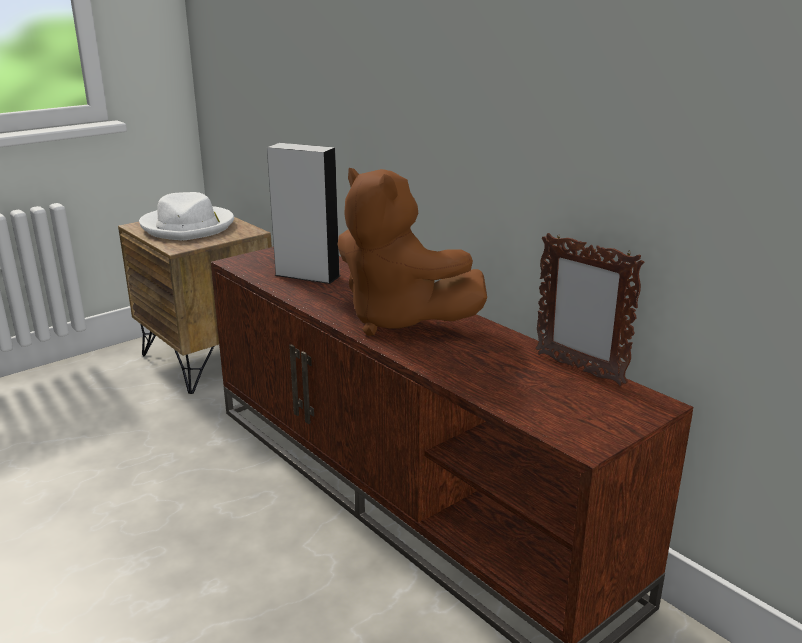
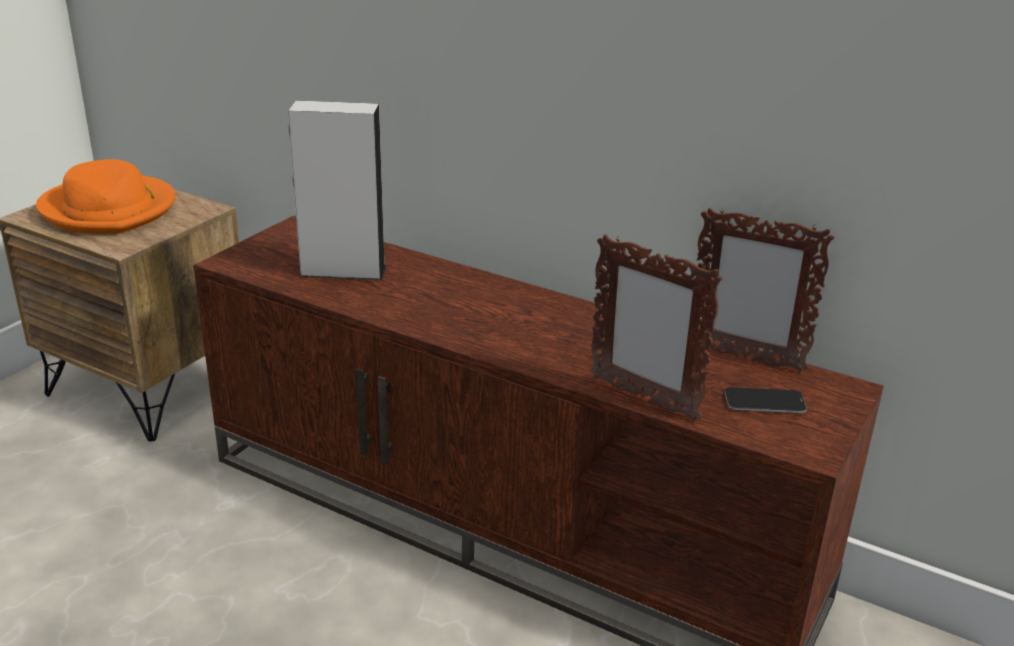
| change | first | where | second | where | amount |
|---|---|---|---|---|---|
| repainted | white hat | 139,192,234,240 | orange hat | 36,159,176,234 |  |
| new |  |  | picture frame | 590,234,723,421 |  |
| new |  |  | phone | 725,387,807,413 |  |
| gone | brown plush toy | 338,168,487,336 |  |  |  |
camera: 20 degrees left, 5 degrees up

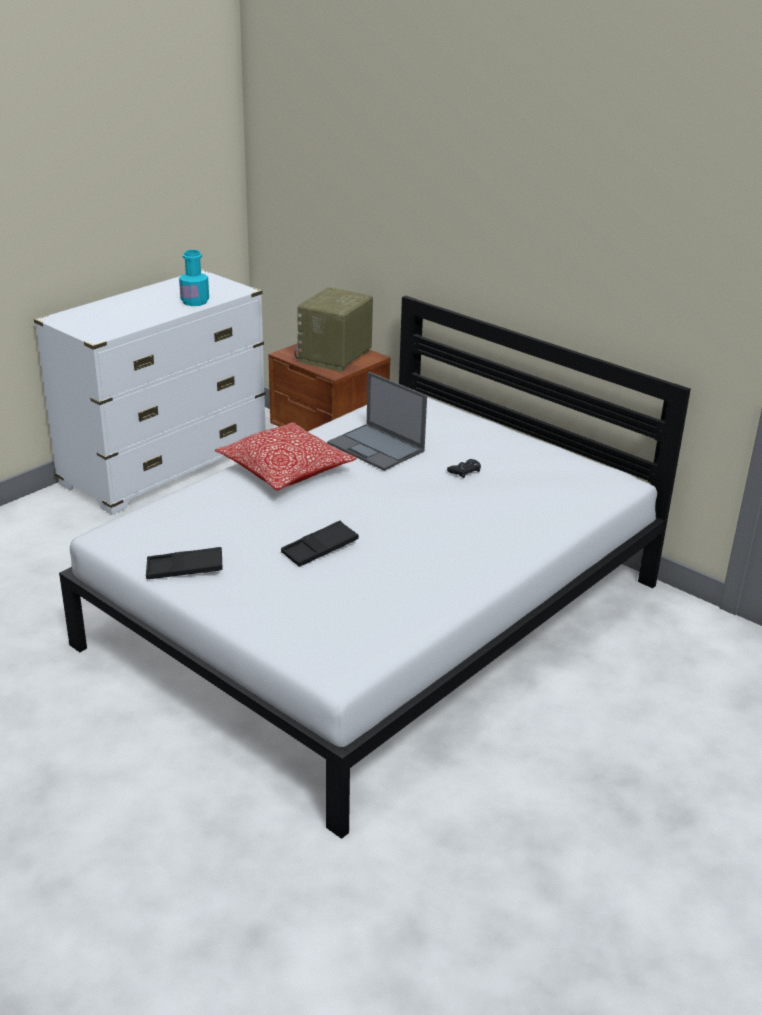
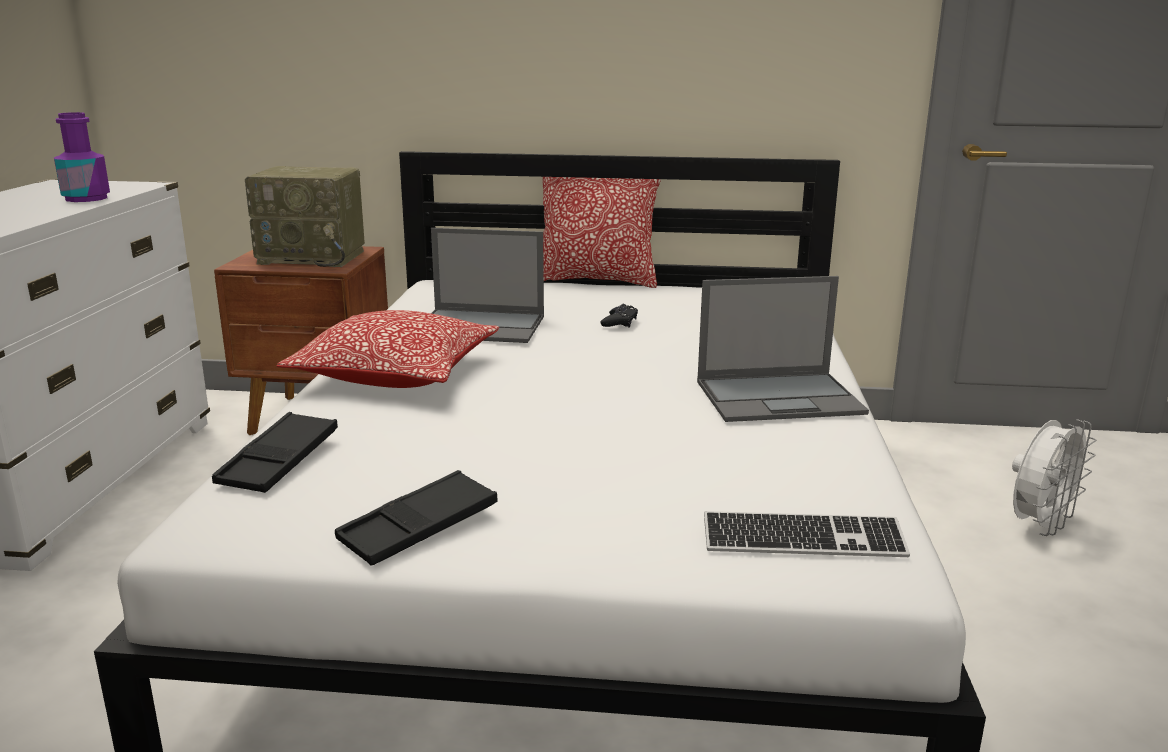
| change | first | where | second | where | amount |
|---|---|---|---|---|---|
| repainted | turquoise bottle | 179,250,209,306 | purple bottle | 54,112,110,202 |  |
| shifted | black tray | 281,521,359,567 |  | 212,412,338,493 |  |
| rotated | radio | 294,287,373,372 |  | 245,166,365,267 | 75 degrees counterclockwise |
| new |  |  | pillow | 542,177,661,288 |  |
| new |  |  | laptop | 697,276,869,422 |  |
| new |  |  | keyboard | 704,511,910,557 |  |
| new |  |  | white fan | 1012,419,1096,536 |  |
camera: 35 degrees left, 10 degrees down

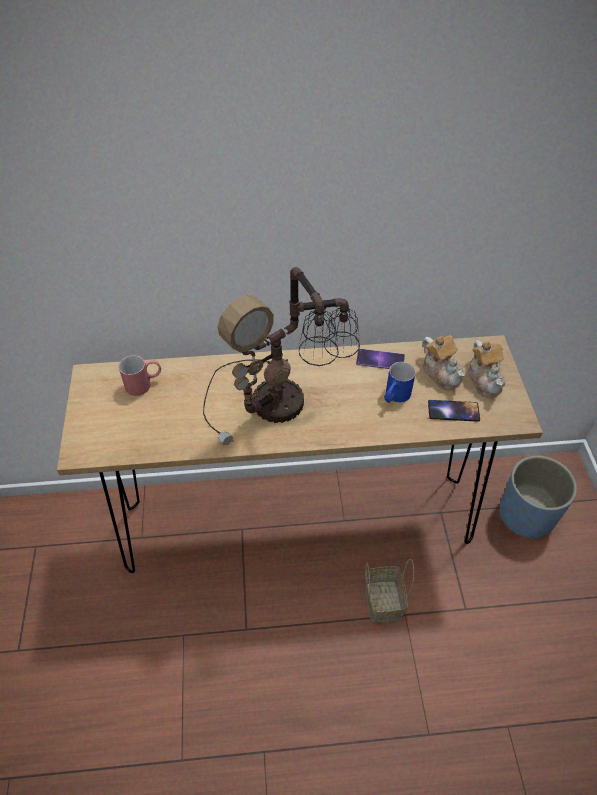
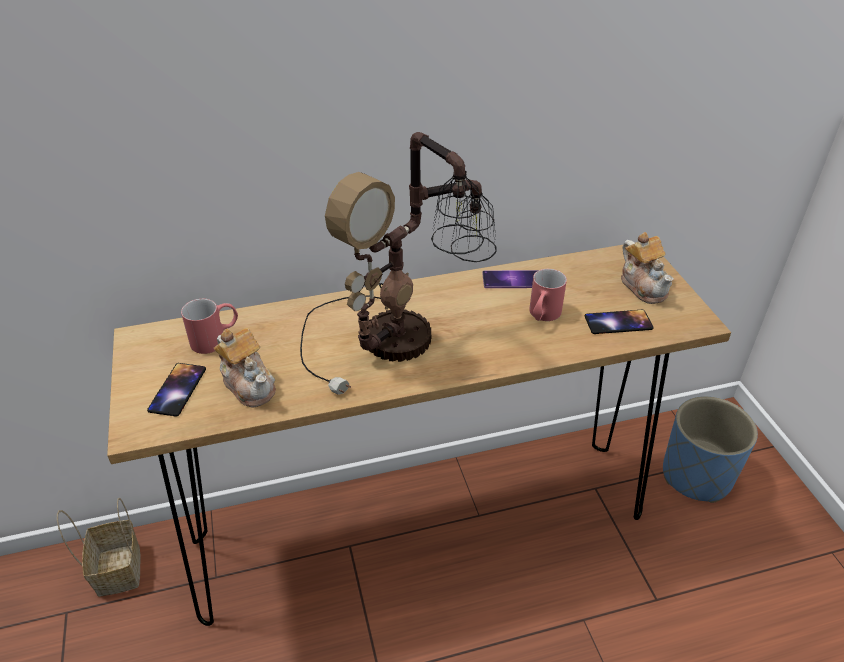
| change | first | where | second | where | amount |
|---|---|---|---|---|---|
| shifted | basket | 365,558,414,623 |  | 57,498,141,597 |  |
| new |  |  | phone | 147,363,206,417 |  |
| shifted | teapot | 423,335,466,390 |  | 214,328,276,408 |  |
| repainted | blue mug | 384,362,416,403 | red mug | 529,269,567,321 |  |
camera: 10 degrees left, 10 degrees down

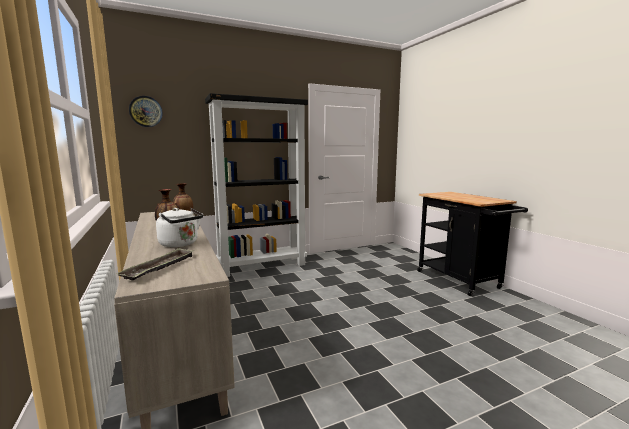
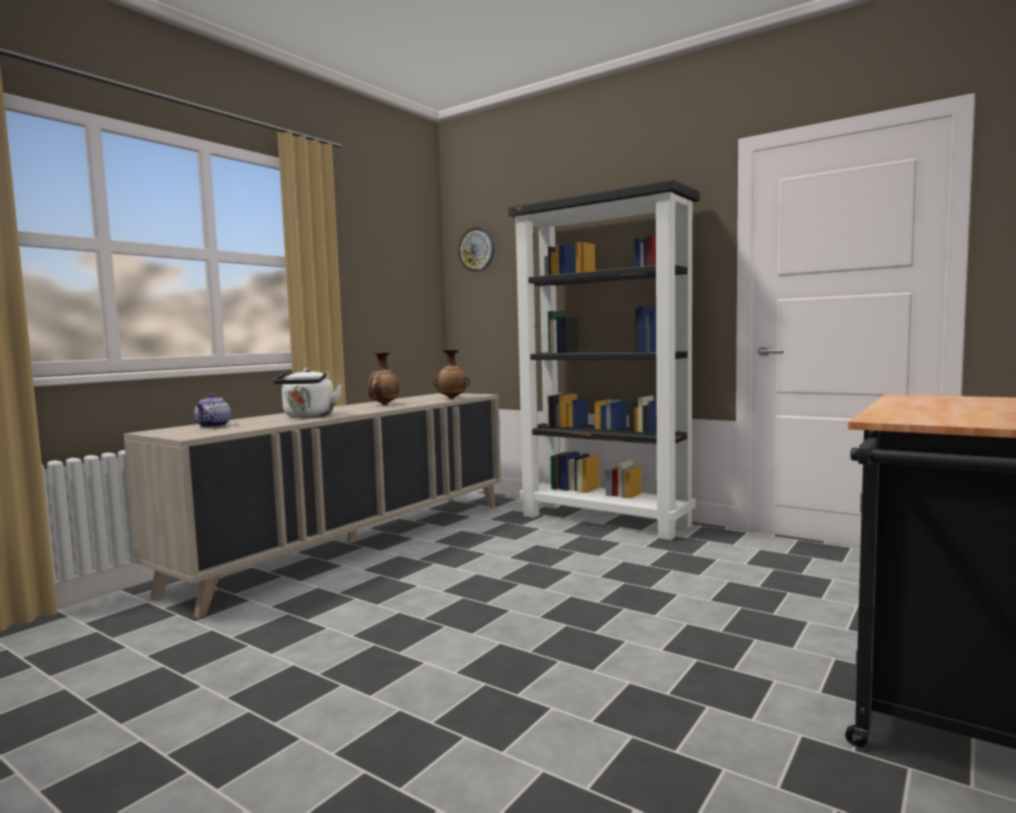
| change | first | where | second | where | amount |
|---|---|---|---|---|---|
| swapped | tray | 116,248,194,281 | teapot | 194,393,231,428 |  |
camera: 60 degrees right, 5 degrees down

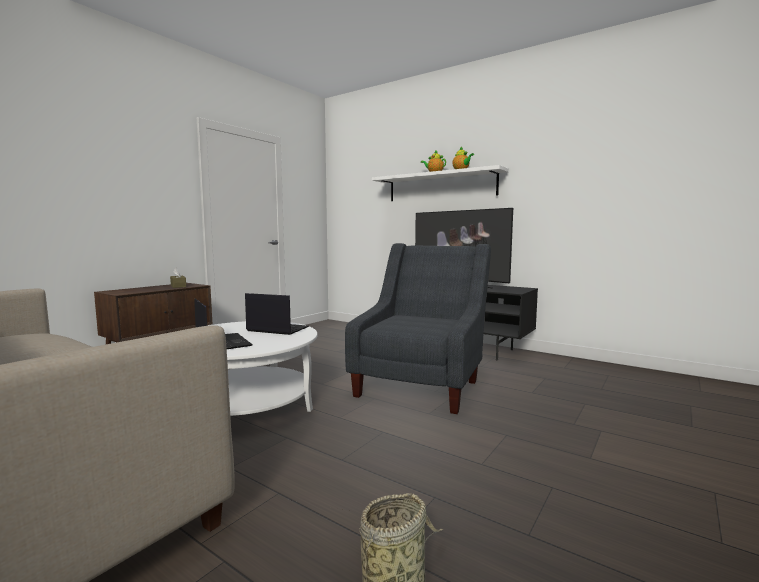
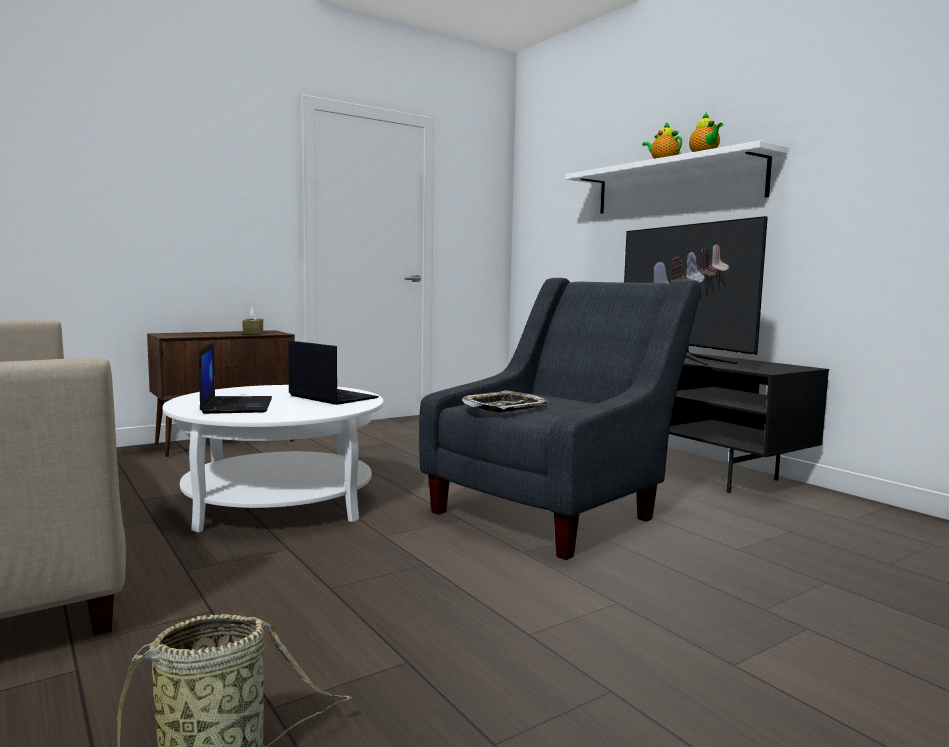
| change | first | where | second | where | amount |
|---|---|---|---|---|---|
| new |  |  | tray | 462,391,548,413 |  |
camera: 20 degrees right, 0 degrees up

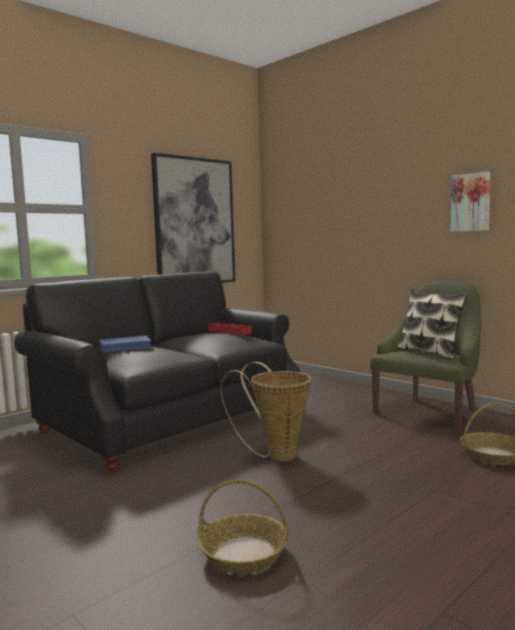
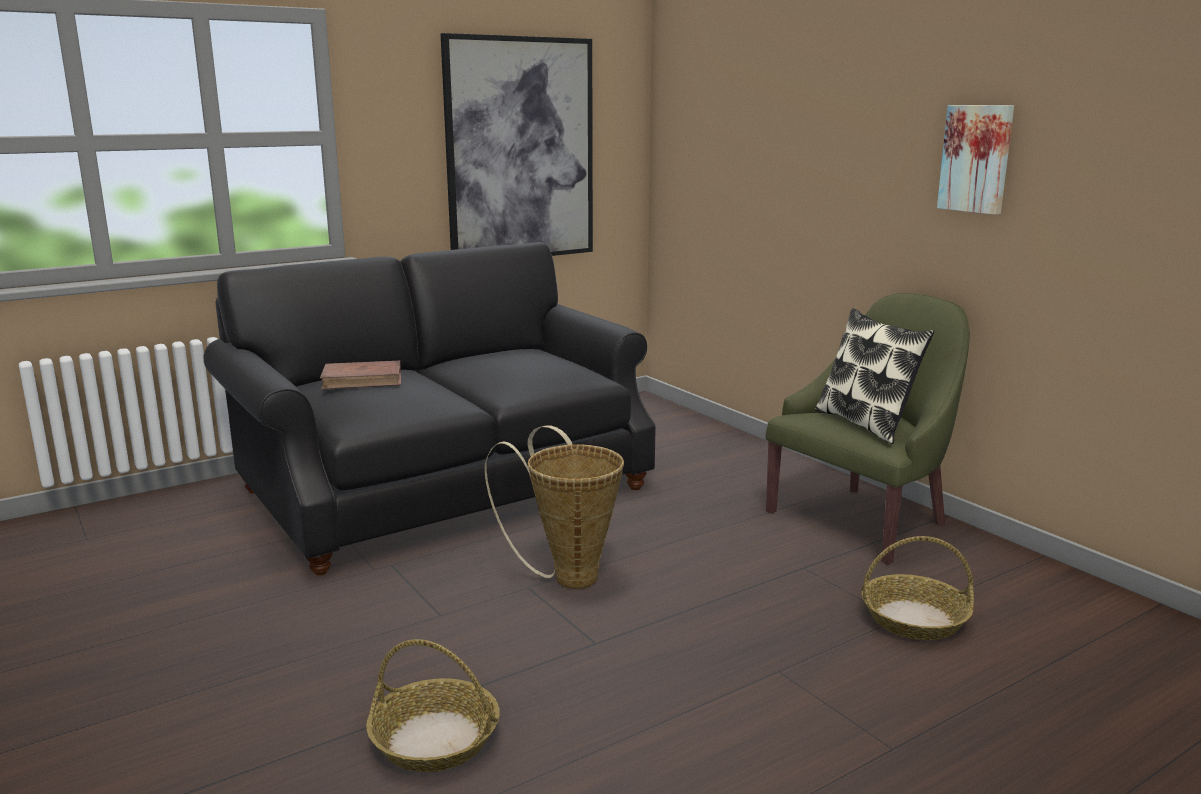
| change | first | where | second | where | amount |
|---|---|---|---|---|---|
| repainted | blue book | 99,336,153,353 | brown book | 320,361,401,390 |  |
| gone | red tray | 208,322,252,335 |  |  |  |
camera: 10 degrees right, 10 degrees up

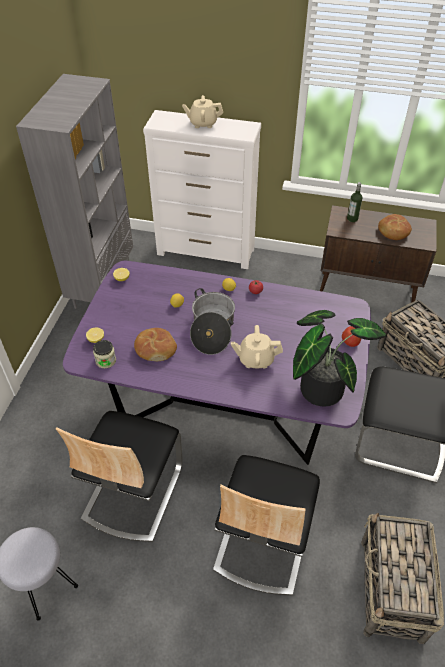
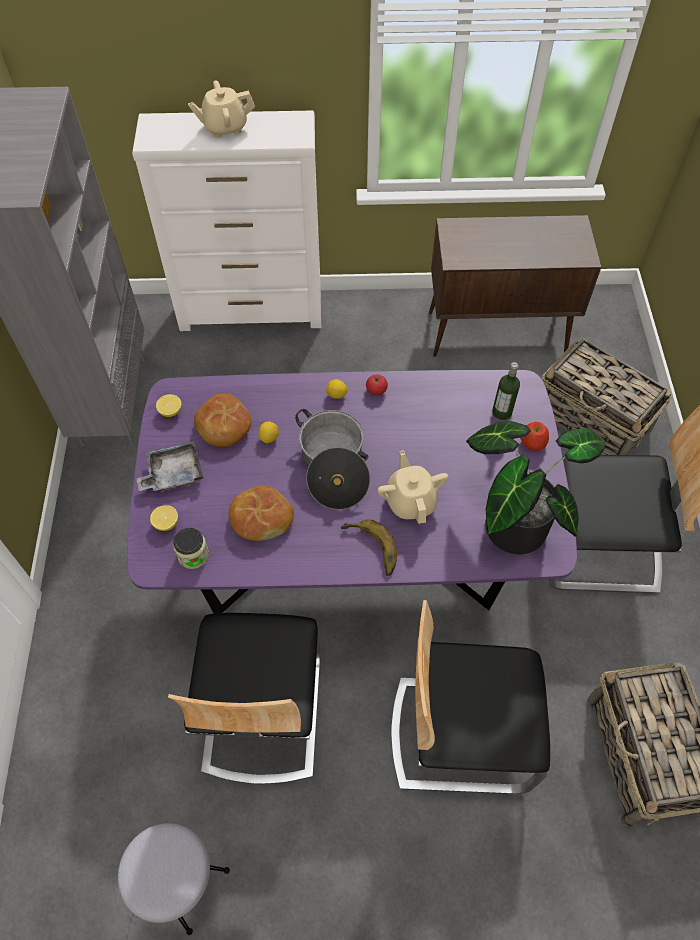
| change | first | where | second | where | amount |
|---|---|---|---|---|---|
| new |  |  | grey tray | 136,441,203,492 |  |
| shifted | bread | 378,214,412,240 |  | 194,394,251,447 |  |
| new |  |  | banana | 341,520,397,576 |  |
| rotated | beige teapot | 231,325,283,369 |  | 378,450,448,524 | 90 degrees clockwise |
| rotated | chair | 213,455,320,595 |  | 391,600,550,794 | 90 degrees clockwise |
| shifted | bottle | 347,182,363,222 |  | 492,362,520,420 |  |
camera: 15 degrees left, 10 degrees up

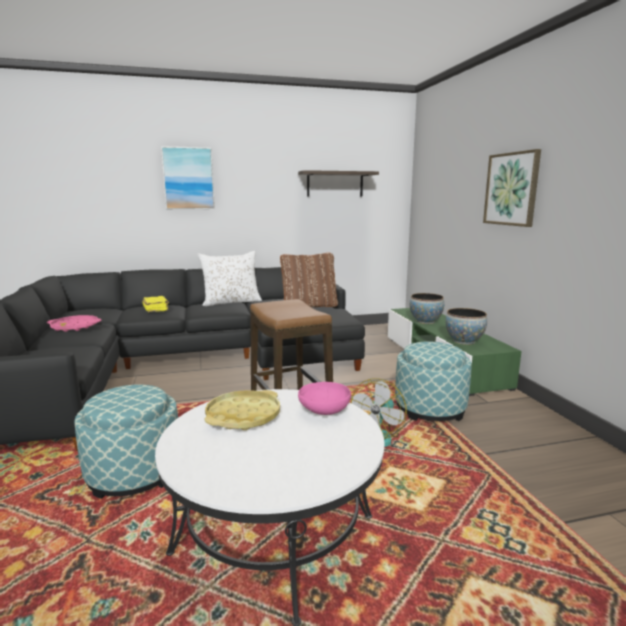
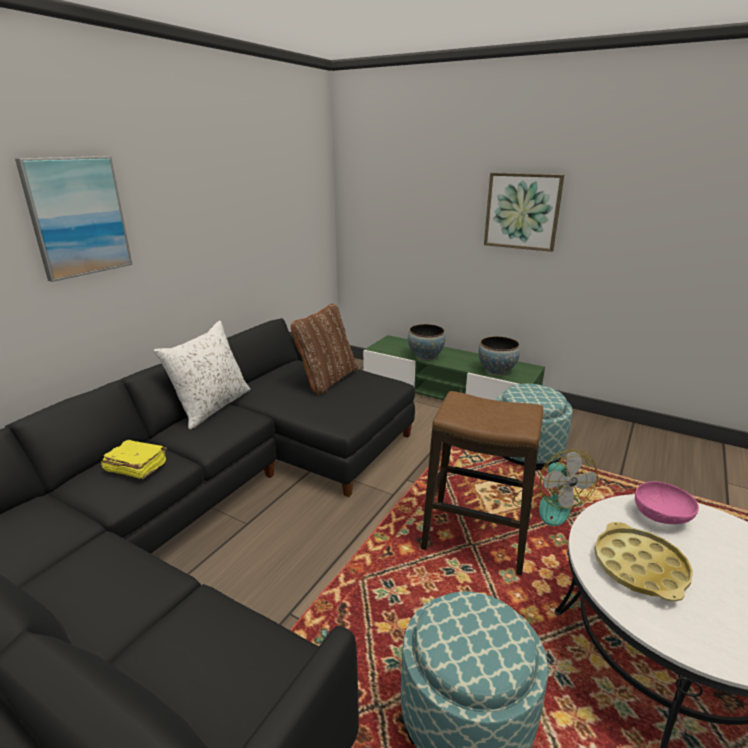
| change | first | where | second | where | amount |
|---|---|---|---|---|---|
| gone | pink tray | 47,315,101,332 |  |  |  |
| gone | shelf | 298,170,379,197 |  |  |  |
camera: 45 degrees left, 10 degrees up

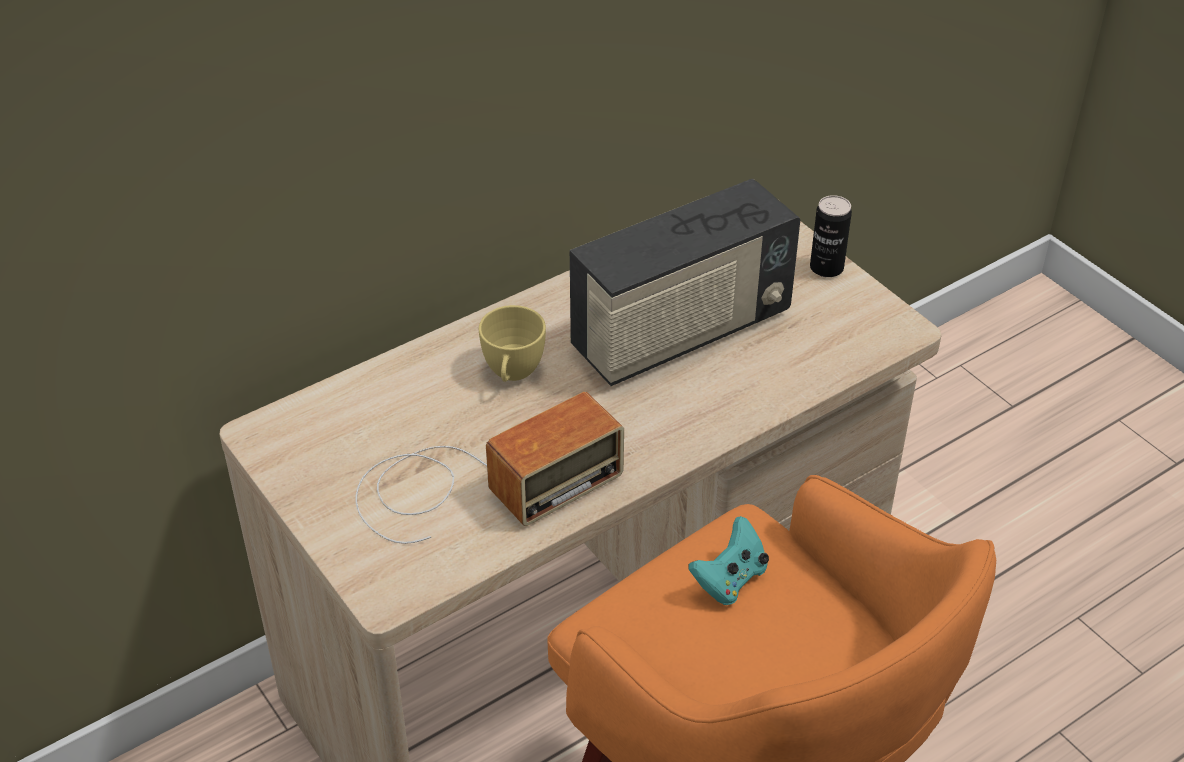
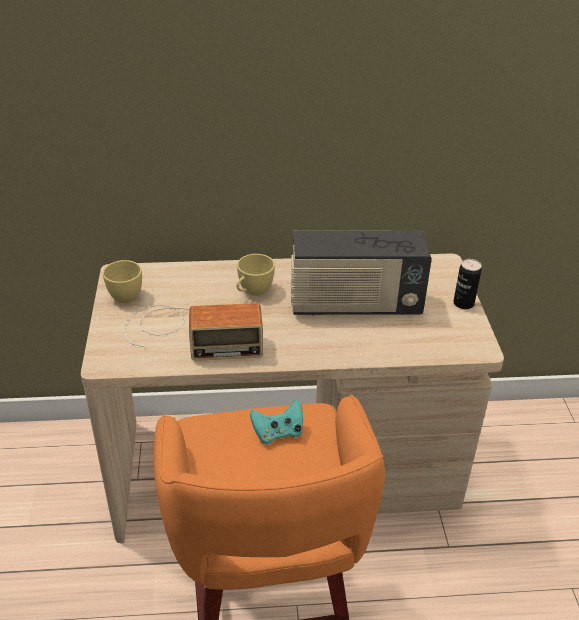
| change | first | where | second | where | amount |
|---|---|---|---|---|---|
| new |  |  | yellow cup | 103,260,142,303 |  |
camera: 30 degrees right, 5 degrees down

